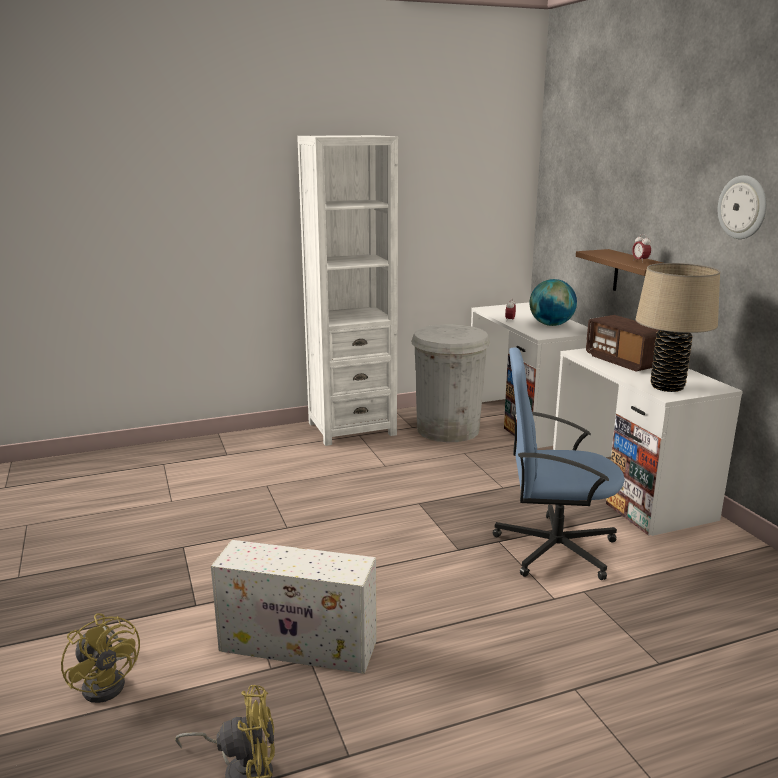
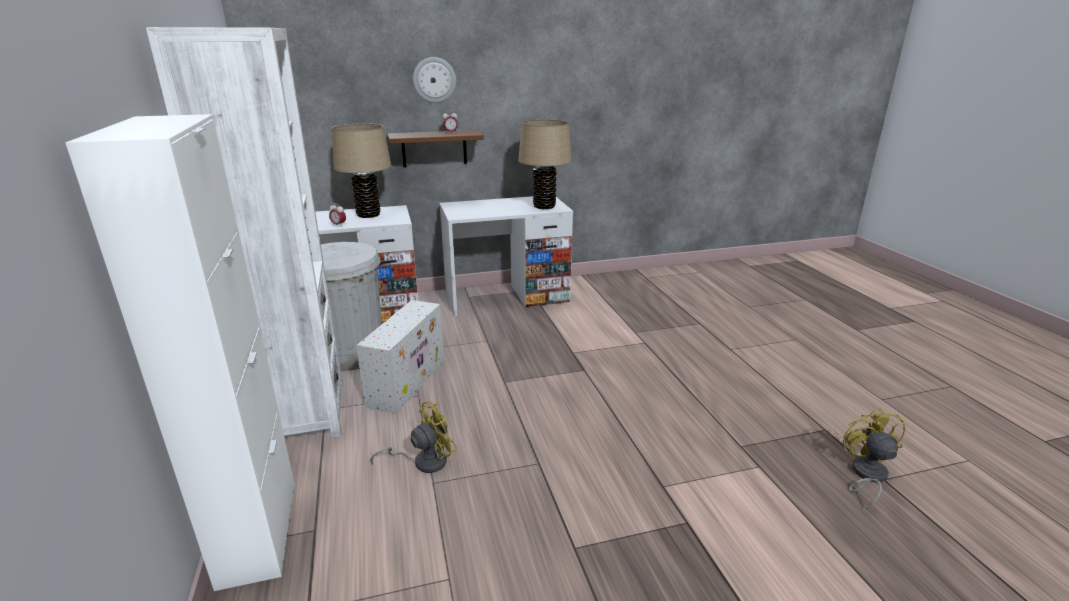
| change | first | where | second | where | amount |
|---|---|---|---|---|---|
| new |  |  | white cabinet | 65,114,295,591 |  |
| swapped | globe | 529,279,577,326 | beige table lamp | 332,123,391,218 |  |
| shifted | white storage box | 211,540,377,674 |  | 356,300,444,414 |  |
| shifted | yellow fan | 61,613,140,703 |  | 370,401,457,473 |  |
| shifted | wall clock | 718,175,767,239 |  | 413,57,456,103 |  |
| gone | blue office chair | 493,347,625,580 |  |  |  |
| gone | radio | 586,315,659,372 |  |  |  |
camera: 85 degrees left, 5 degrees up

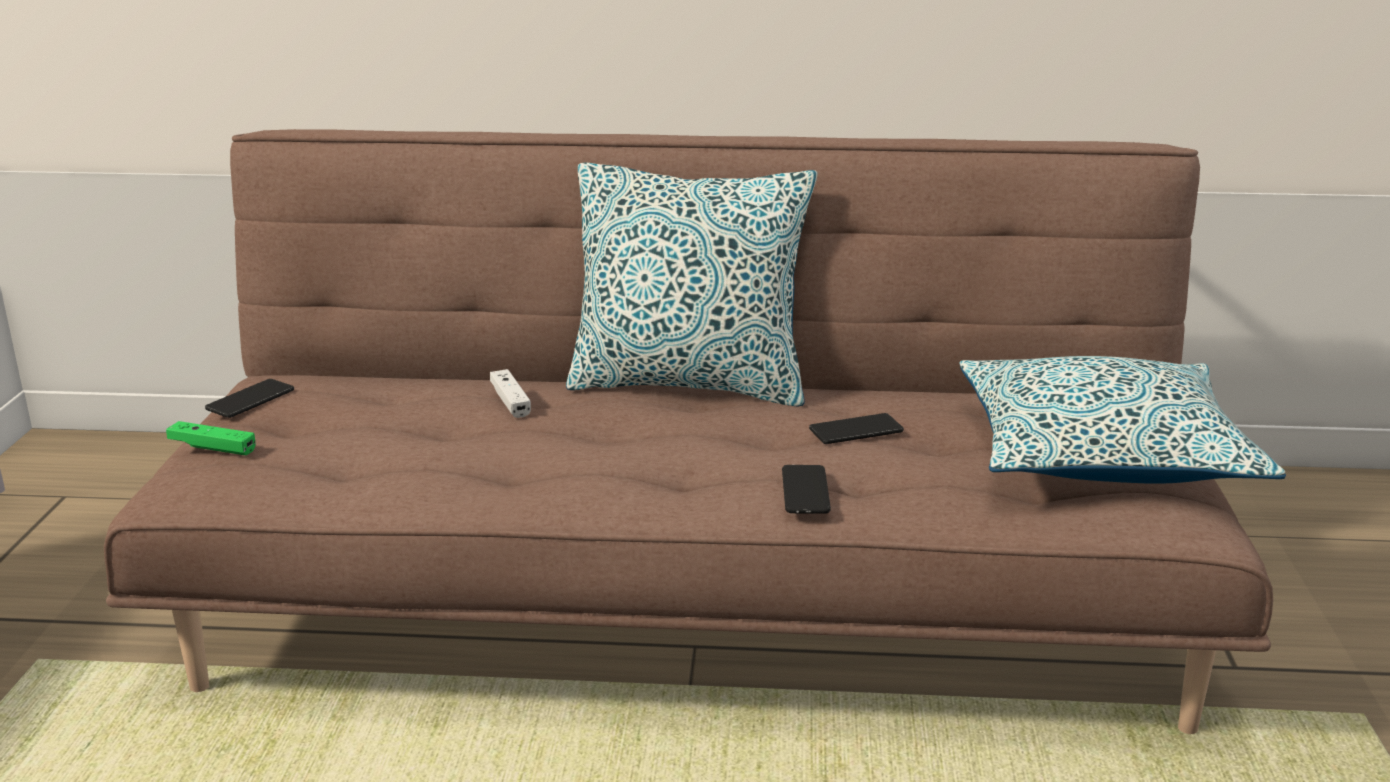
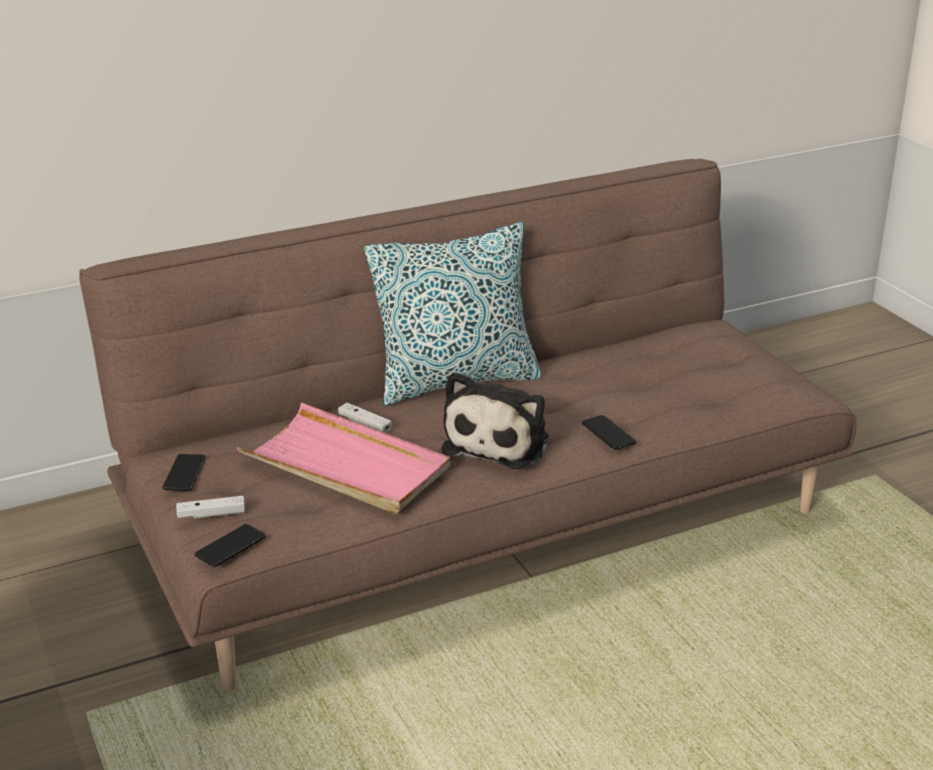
| change | first | where | second | where | amount |
|---|---|---|---|---|---|
| repainted | green game controller | 166,421,256,455 | white game controller | 176,496,245,519 |  |
| shifted | phone | 809,413,904,444 |  | 195,524,266,567 |  |
| new |  |  | pink tray | 237,402,451,514 |  |
| new |  |  | plush toy | 441,372,549,469 |  |
| gone | pillow | 959,356,1286,484 |  |  |  |
camera: 30 degrees left, 5 degrees up

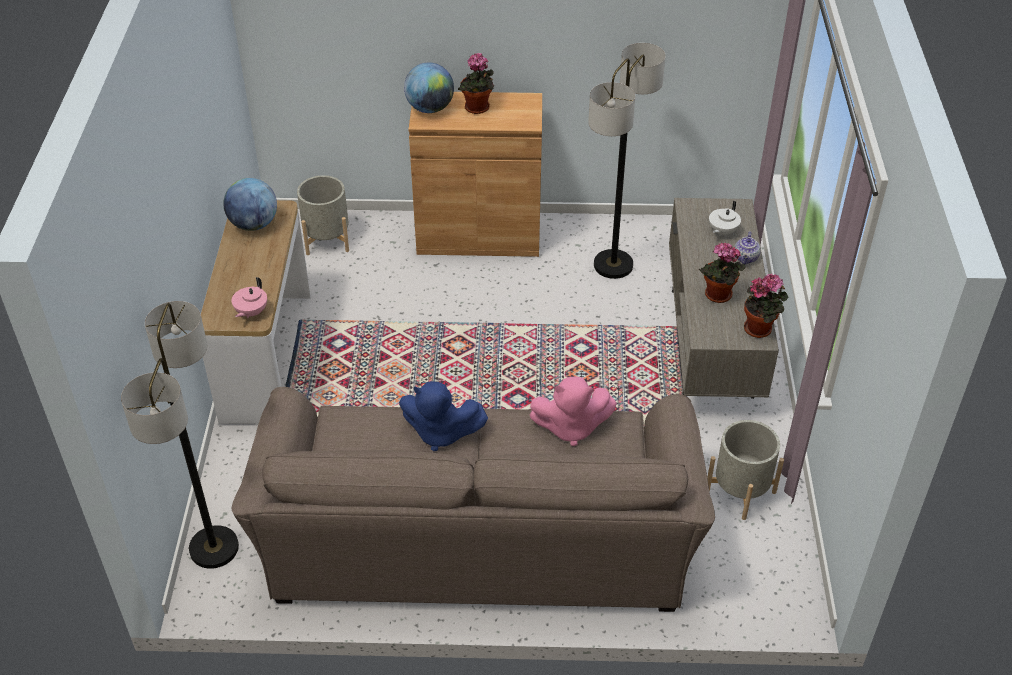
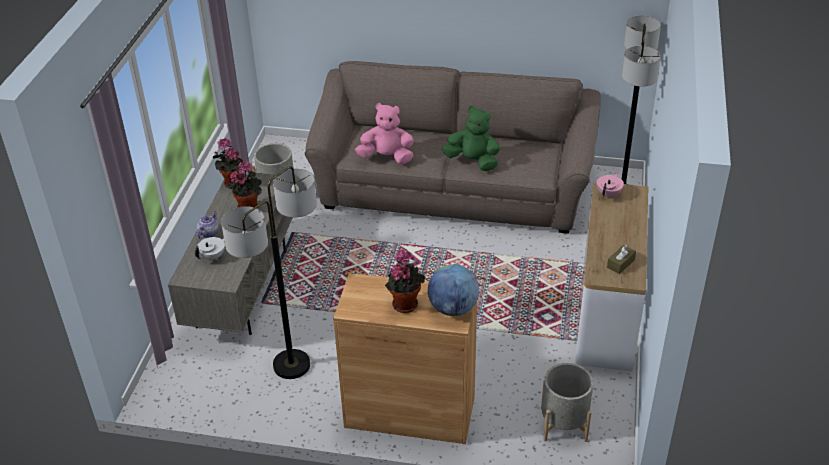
| change | first | where | second | where | amount |
|---|---|---|---|---|---|
| repainted | blue plush toy | 399,381,488,451 | green plush toy | 442,106,500,171 |  |
| swapped | globe | 223,178,277,231 | brown tissue box | 607,245,636,274 |  |
camera: 170 degrees left, 5 degrees down

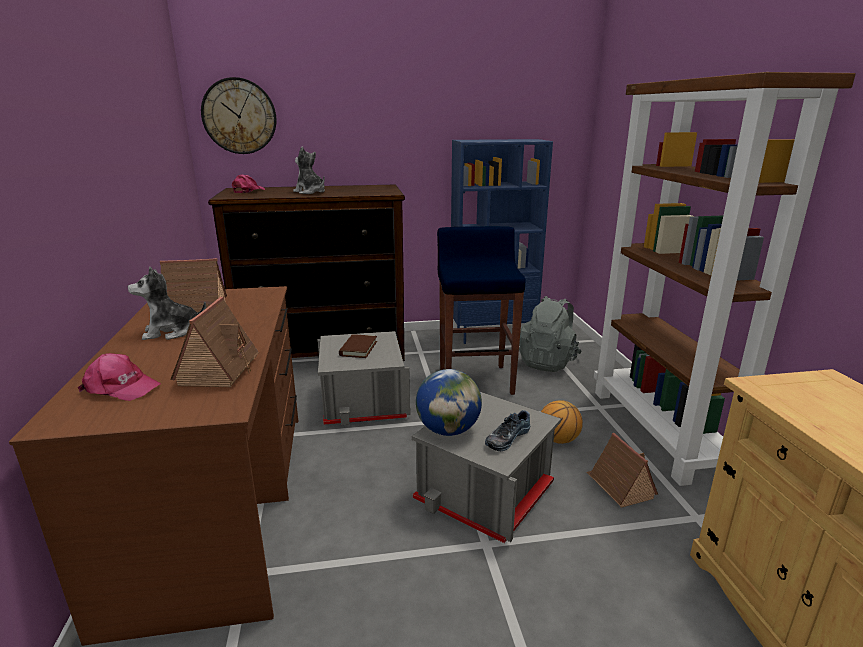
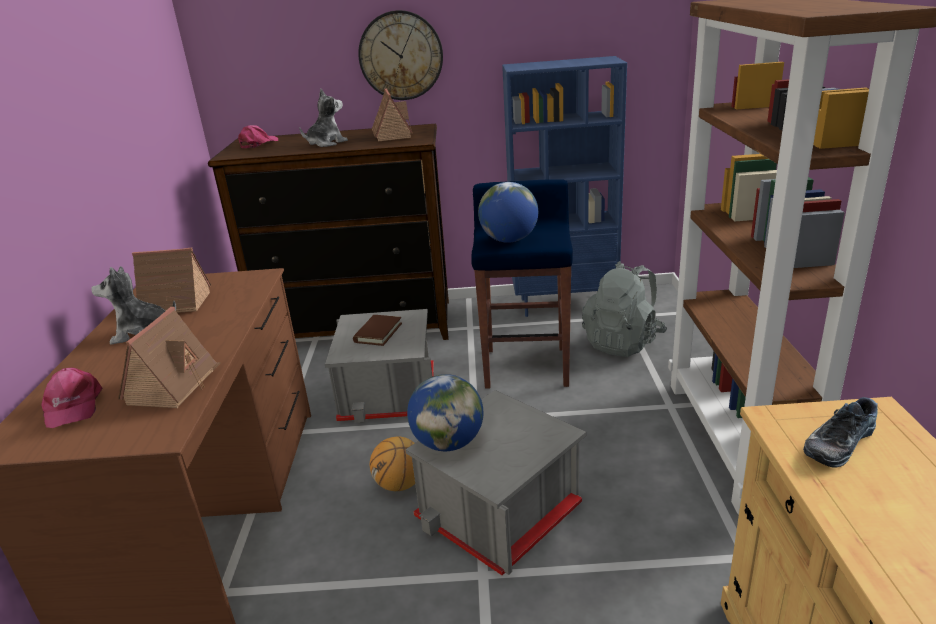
| change | first | where | second | where | amount |
|---|---|---|---|---|---|
| rotated | pink cap | 78,353,161,401 |  | 41,368,102,428 | 45 degrees clockwise |
| rotated | plush toy | 293,147,325,194 |  | 300,89,348,147 | 90 degrees clockwise |
| shifted | wall clock | 201,77,276,154 |  | 358,10,443,100 |  |
| shifted | basketball | 541,400,583,444 |  | 370,436,415,491 |  |
| shifted | toy house | 586,433,658,508 |  | 372,89,413,142 |  |
| new |  |  | globe | 478,182,538,243 |  |
| shifted | shoe | 485,410,530,451 |  | 803,397,878,468 |  |
camera: 10 degrees right, 5 degrees up

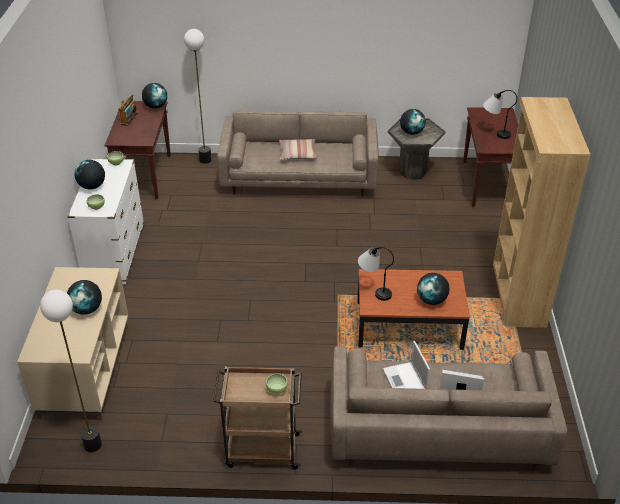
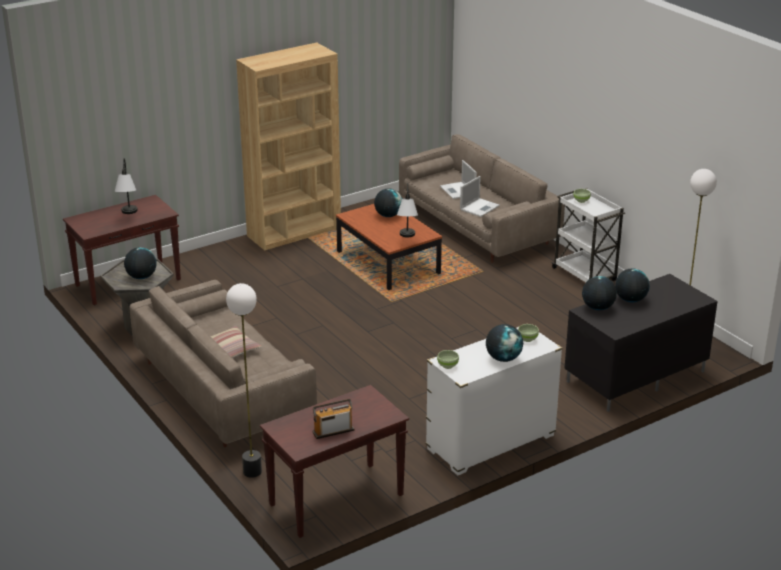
| change | first | where | second | where | amount |
|---|---|---|---|---|---|
| repainted | brown cart | 213,366,302,469 | white cart | 551,188,625,282 |  |
| repainted | beige tv stand | 17,267,128,421 | black tv stand | 564,274,718,412 |  |
| shifted | globe | 142,83,167,109 |  | 582,276,617,310 |  |
camera: 125 degrees left, 10 degrees down

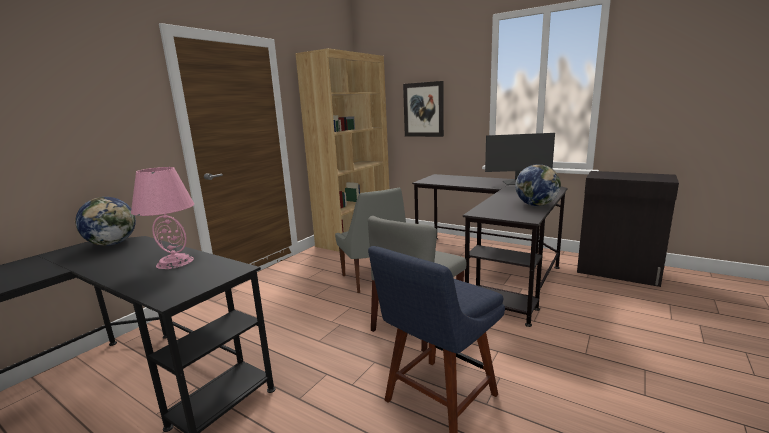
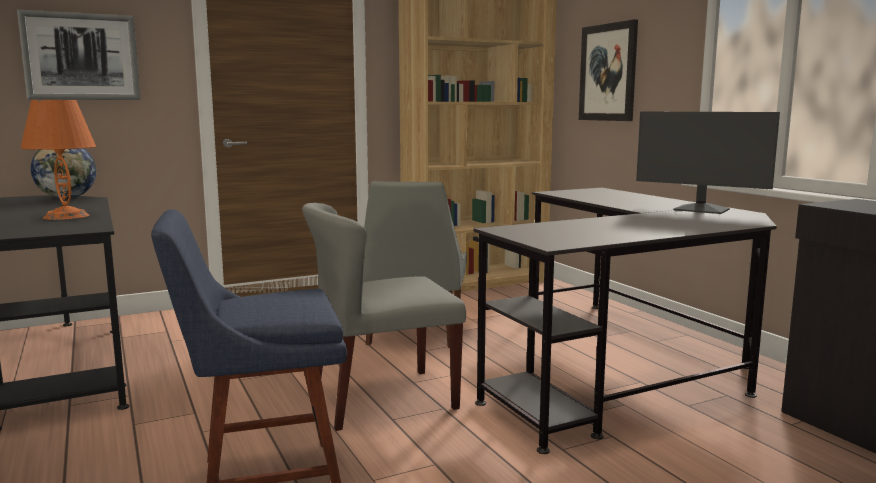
| change | first | where | second | where | amount |
|---|---|---|---|---|---|
| new |  |  | picture | 17,10,141,100 |  |
| repainted | pink table lamp | 131,167,194,269 | orange table lamp | 20,100,96,220 |  |
| gone | globe | 515,164,561,206 |  |  |  |
camera: 30 degrees right, 5 degrees down

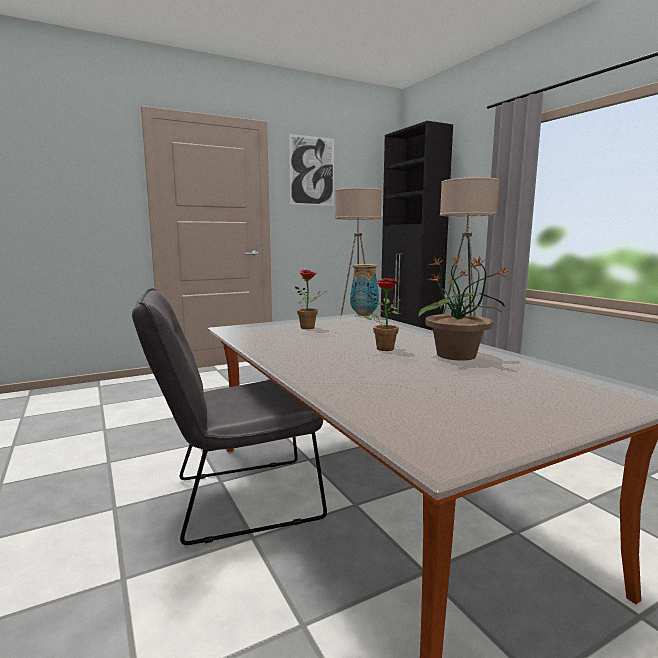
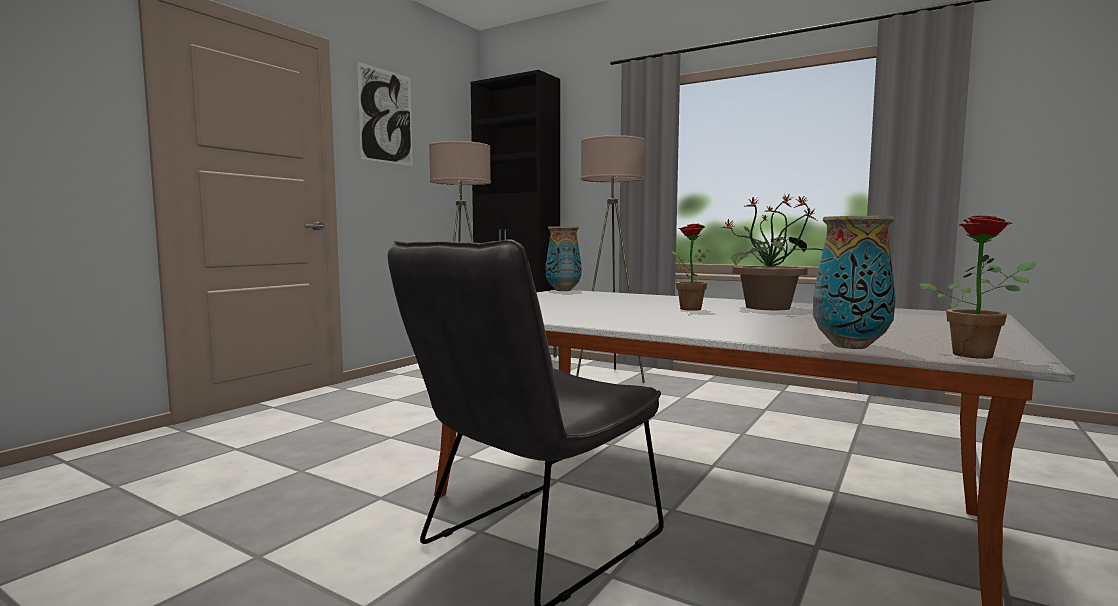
| change | first | where | second | where | amount |
|---|---|---|---|---|---|
| new |  |  | vase | 813,216,896,349 |  |
| shifted | potted plant | 295,270,329,329 |  | 919,215,1036,359 |  |
camera: 30 degrees left, 5 degrees down

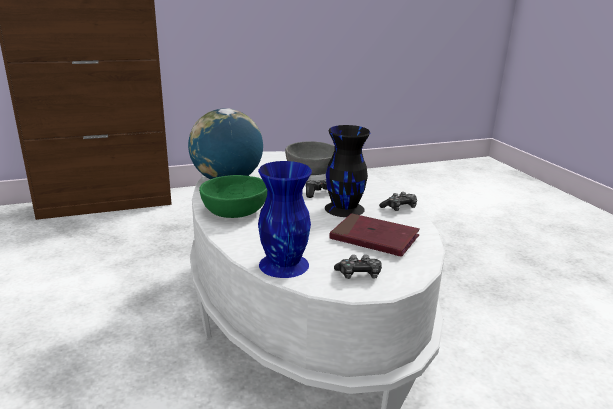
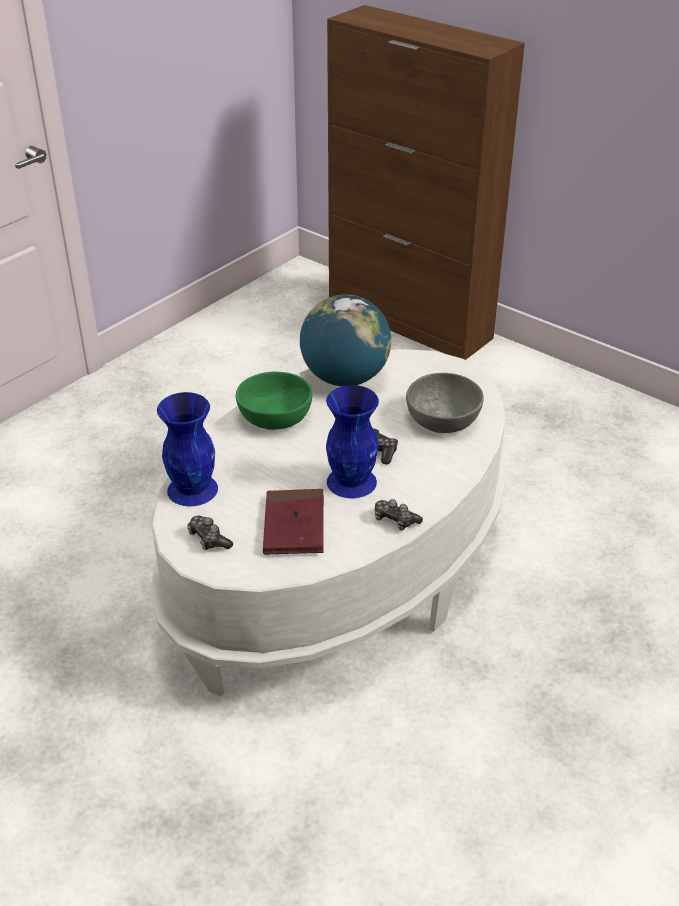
| change | first | where | second | where | amount |
|---|---|---|---|---|---|
| repainted | black vase | 325,125,370,217 | blue vase | 326,385,379,498 |  |
camera: 60 degrees right, 15 degrees up

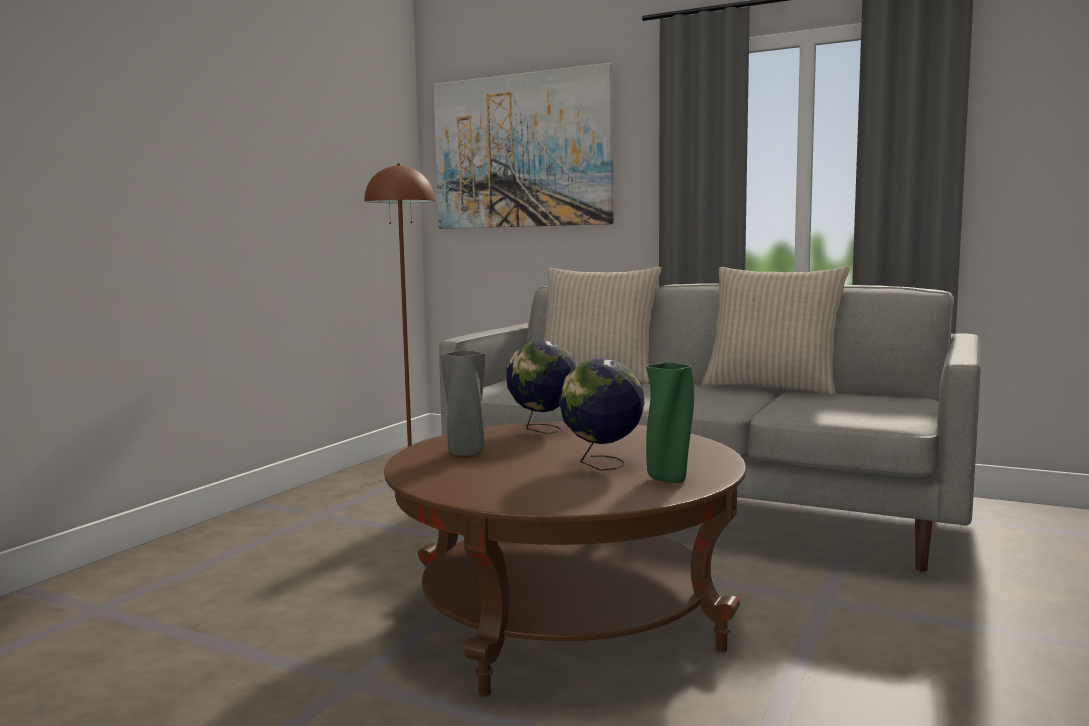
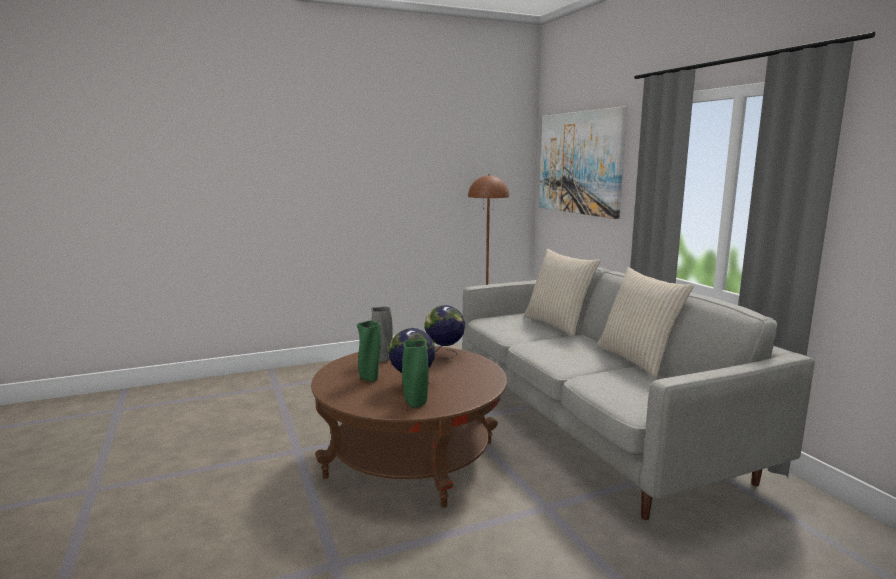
| change | first | where | second | where | amount |
|---|---|---|---|---|---|
| new |  |  | green vase | 357,321,381,382 |  |
camera: 40 degrees right, 5 degrees up

